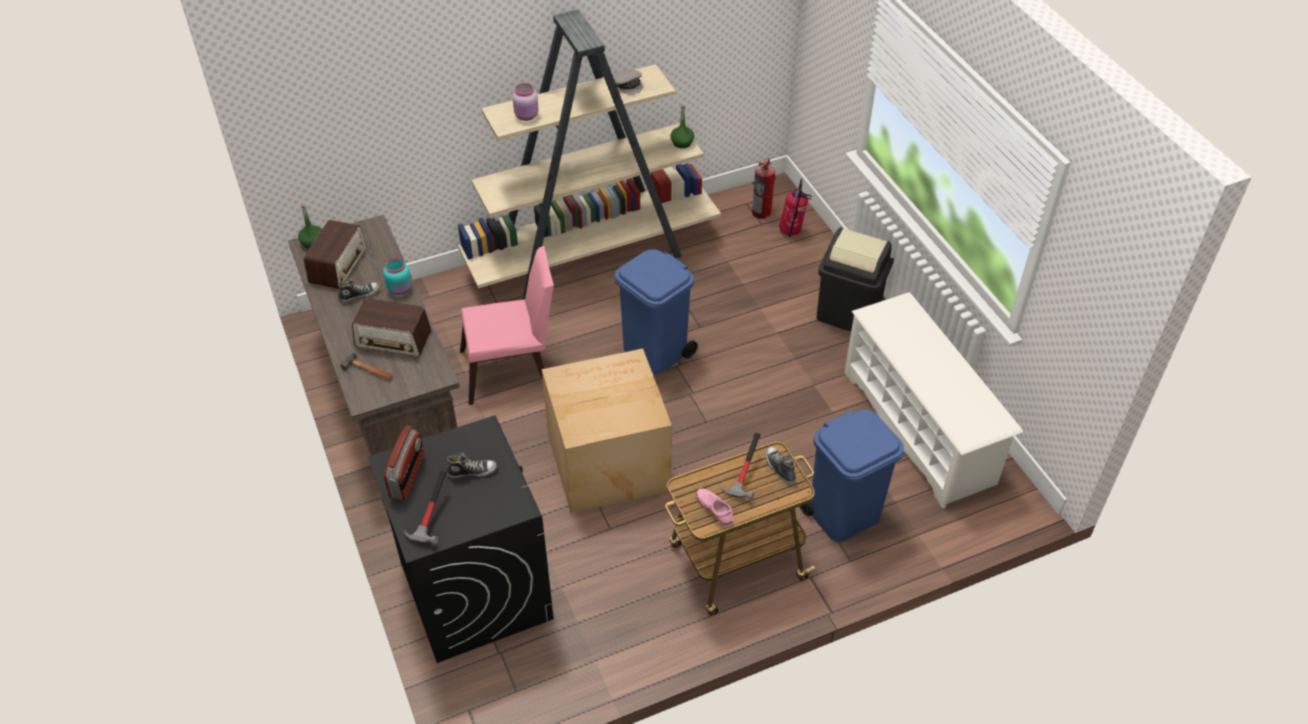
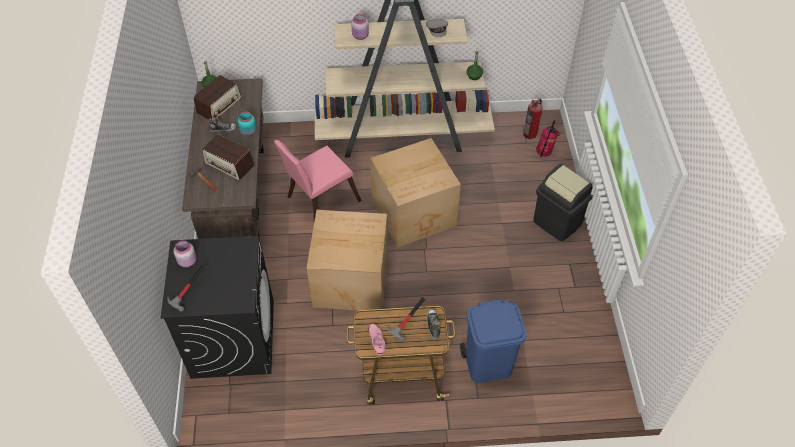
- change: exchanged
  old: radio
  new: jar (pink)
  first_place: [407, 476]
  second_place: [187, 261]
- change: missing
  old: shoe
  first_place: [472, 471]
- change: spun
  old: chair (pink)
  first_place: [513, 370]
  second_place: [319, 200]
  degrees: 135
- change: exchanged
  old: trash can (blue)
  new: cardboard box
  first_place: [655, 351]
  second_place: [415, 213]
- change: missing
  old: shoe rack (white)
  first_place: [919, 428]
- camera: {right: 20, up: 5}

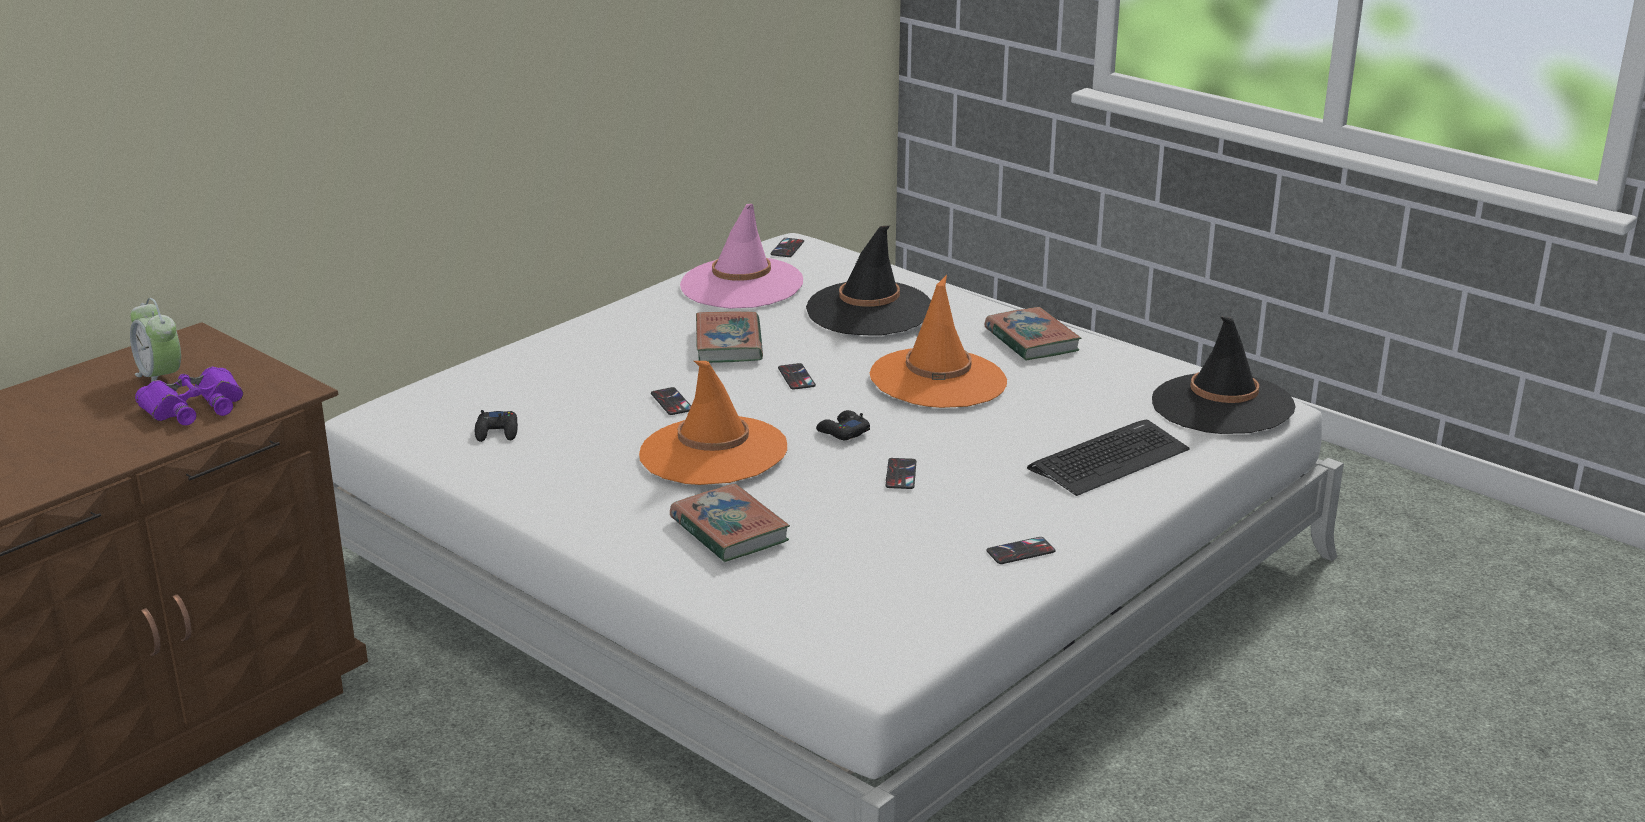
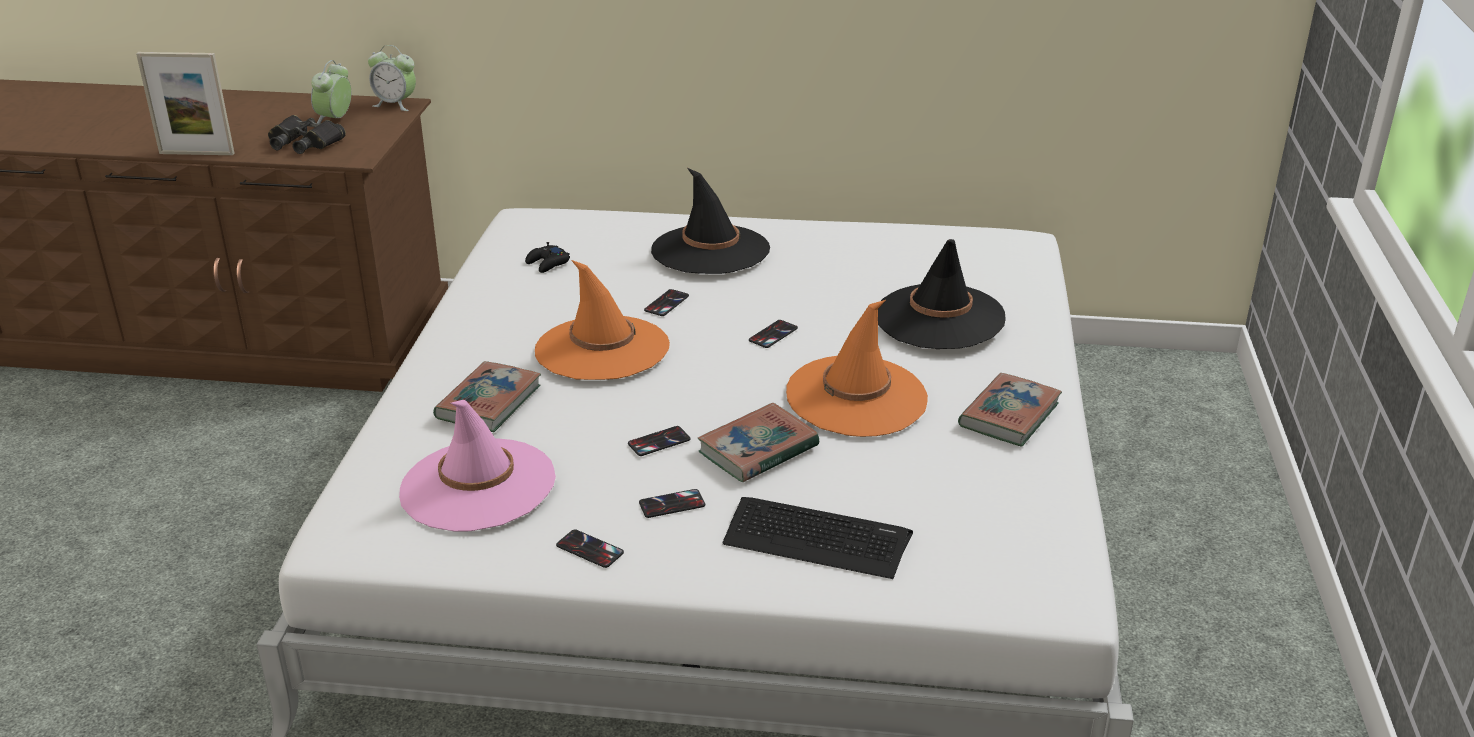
- change: colour
  old: binoculars (purple)
  new: binoculars (black)
  first_place: [194, 407]
  second_place: [304, 143]
- change: relocated
  old: hat (pink)
  first_place: [741, 284]
  second_place: [477, 486]
- change: relocated
  old: book
  first_place: [729, 343]
  second_place: [758, 449]
- change: relocated
  old: phone
  first_place: [787, 248]
  second_place: [672, 504]
- change: missing
  old: game controller (black)
  first_place: [842, 432]
- change: relocated
  old: hat (black)
  first_place: [1222, 405]
  second_place: [710, 250]
- change: appeared
  new: picture frame
  second_place: [196, 153]
- change: appeared
  new: alarm clock
  second_place: [395, 104]
- camera: {right: 55, up: 5}

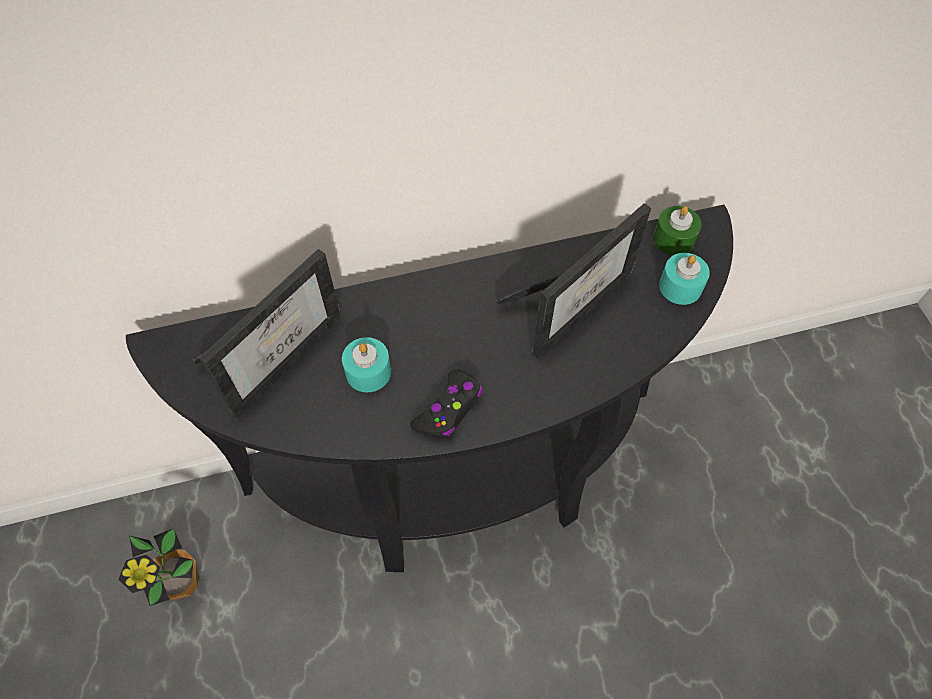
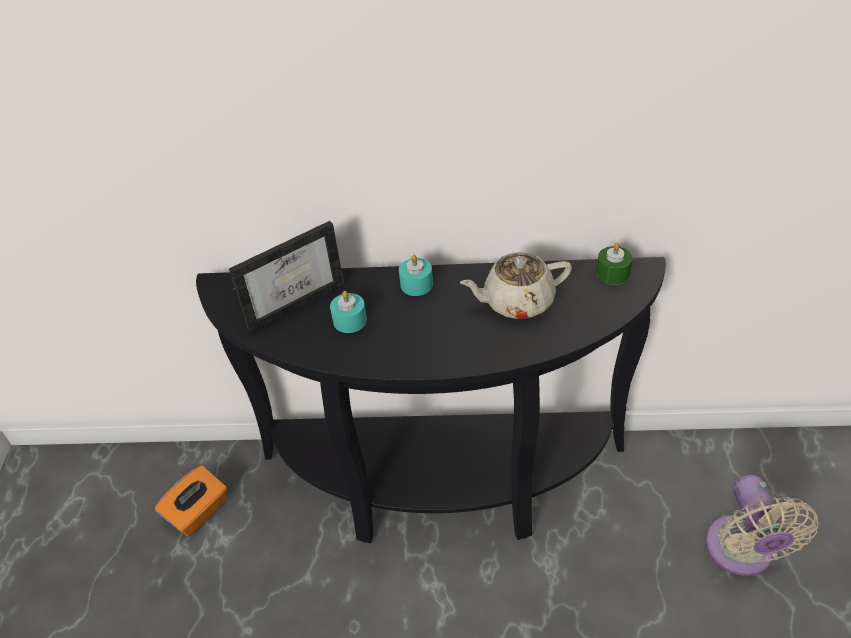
- change: exchanged
  old: potted plant
  new: tissue box (orange)
  first_place: [183, 584]
  second_place: [198, 513]
- change: missing
  old: game controller (black)
  first_place: [449, 409]
- change: exchanged
  old: picture frame
  new: teapot (beige)
  first_place: [573, 303]
  second_place: [517, 302]
- change: relocated
  old: candle (turquoise)
  first_place: [680, 286]
  second_place: [416, 284]
- change: appeared
  new: fan (beige)
  second_place: [742, 553]
- camera: {right: 20, up: -15}

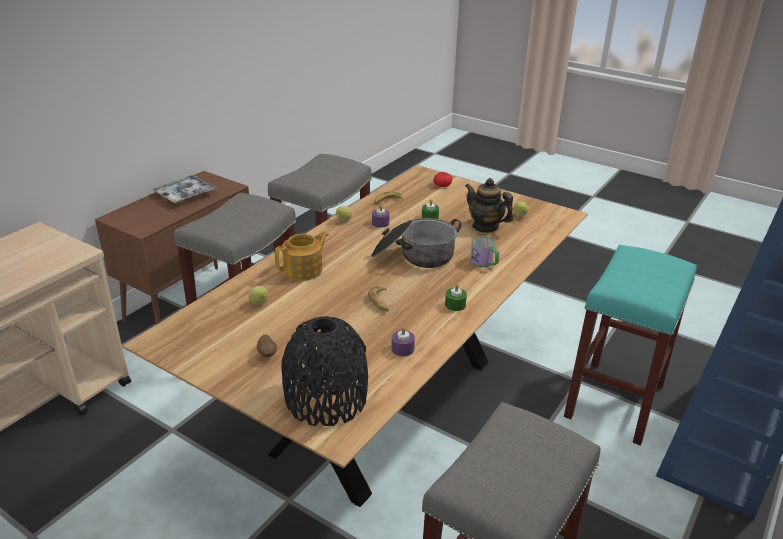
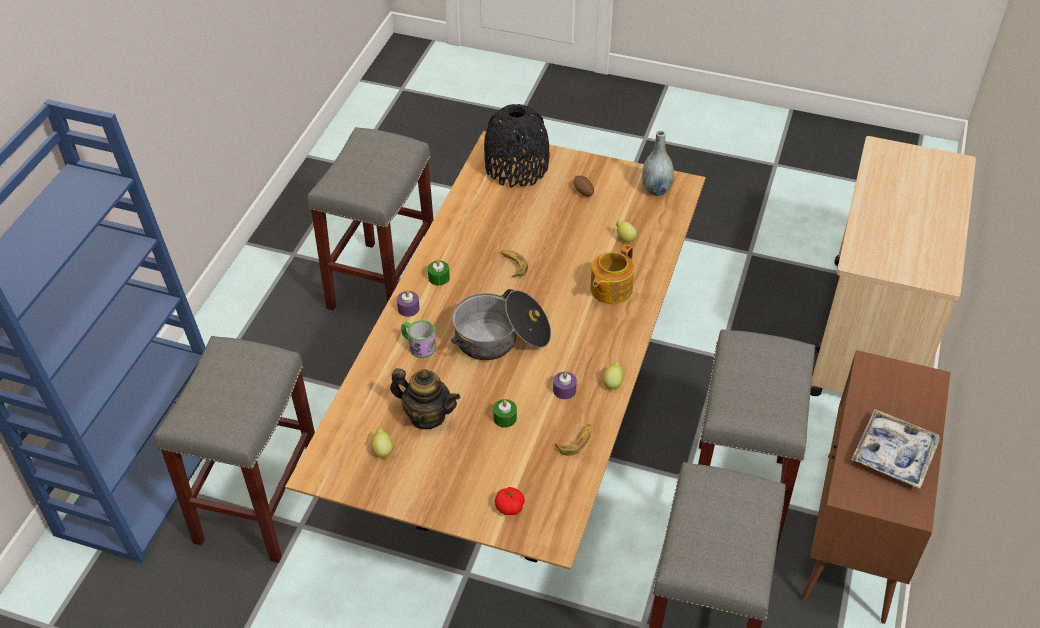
- change: relocated
  old: candle (purple)
  first_place: [402, 349]
  second_place: [408, 308]
- change: colour
  old: stool (turquoise)
  new: stool (grey)
  first_place: [615, 402]
  second_place: [259, 502]
- change: appeared
  new: vase (grey)
  second_place: [656, 190]
- camera: {right: 165, up: 15}

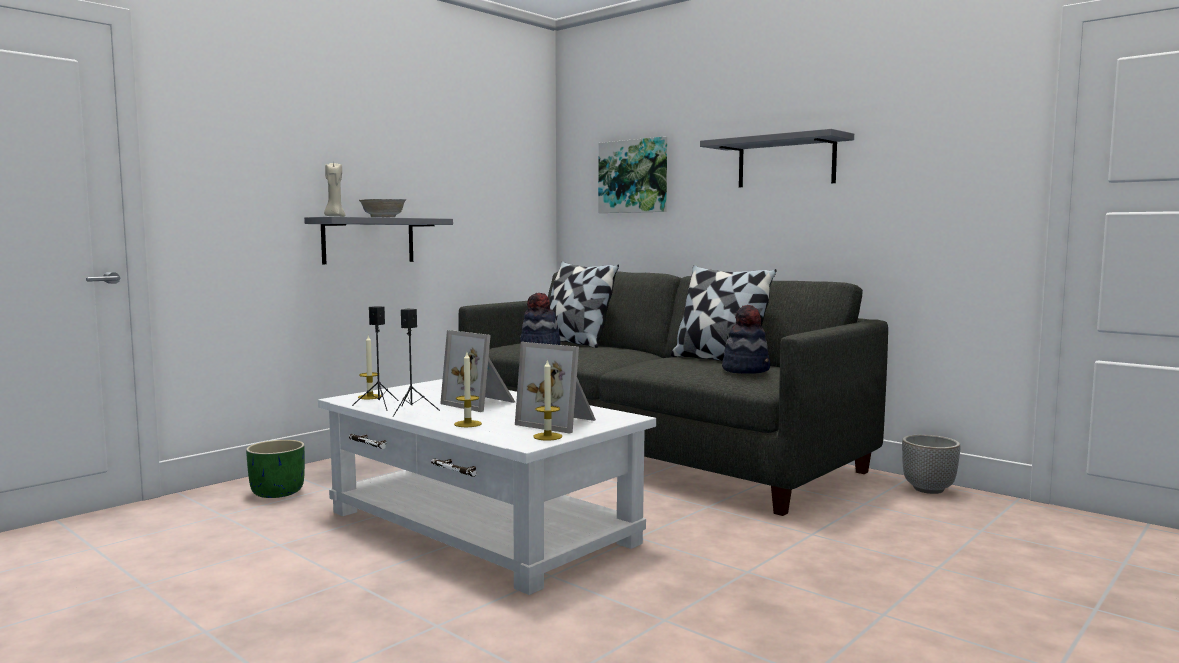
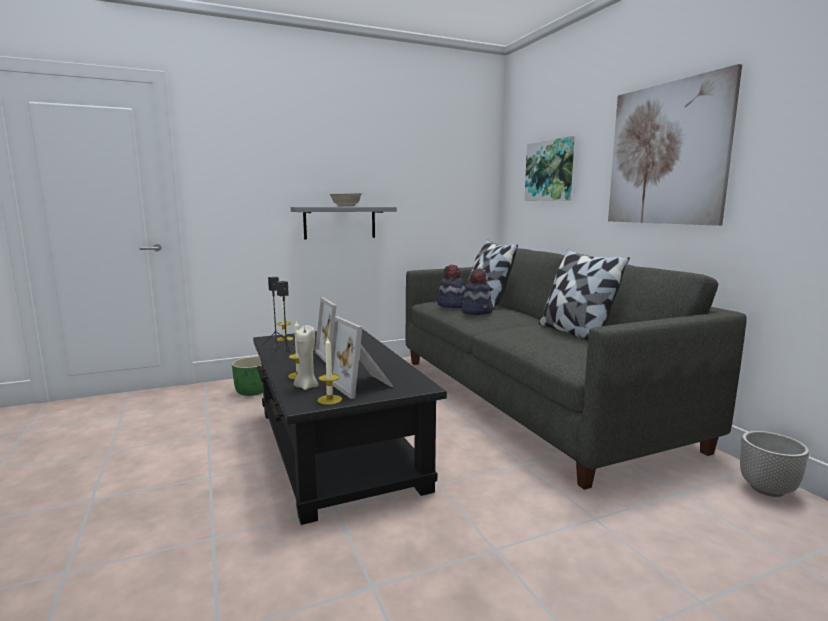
- change: colour
  old: coffee table (white)
  new: coffee table (black)
  first_place: [480, 527]
  second_place: [336, 447]
- change: relocated
  old: candle (beige)
  first_place: [334, 216]
  second_place: [306, 386]
- change: exchanged
  old: shelf (grey)
  new: picture
  first_place: [786, 162]
  second_place: [666, 154]
- change: relocated
  old: hat
  first_place: [746, 370]
  second_place: [477, 312]
- camera: {right: 25, up: 5}

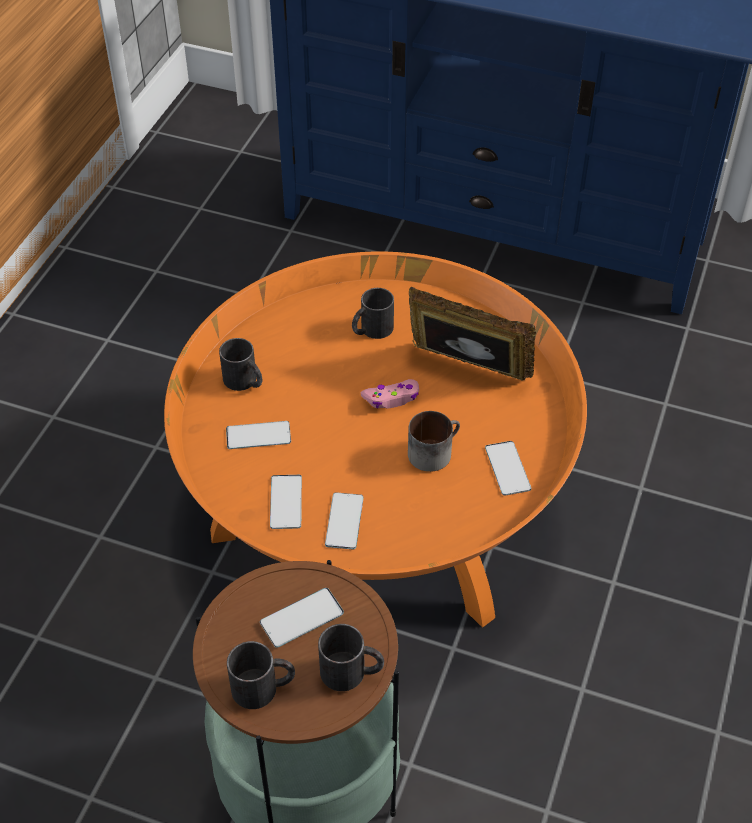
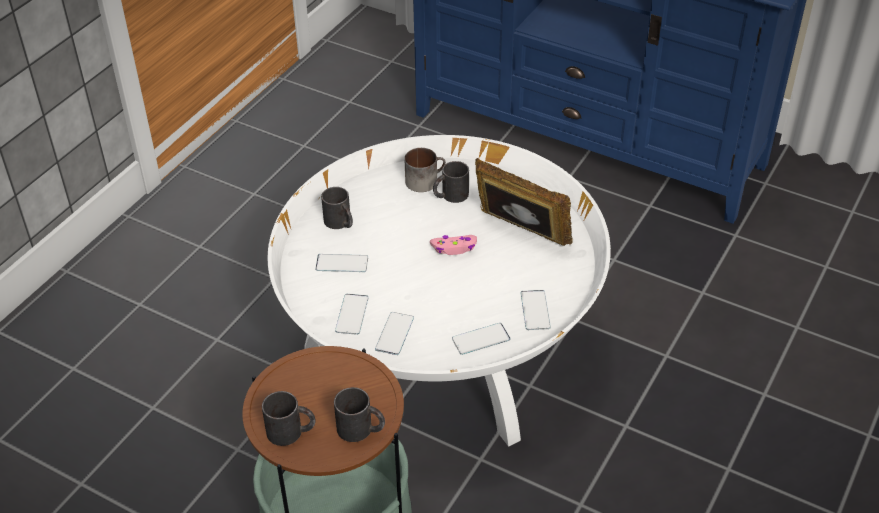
- change: colour
  old: coffee table (orange)
  new: coffee table (white)
  first_place: [375, 513]
  second_place: [440, 349]
- change: relocated
  old: phone
  first_place: [302, 618]
  second_place: [481, 339]
- change: relocated
  old: mug
  first_place: [433, 451]
  second_place: [424, 180]
- camera: {right: 10, up: -5}

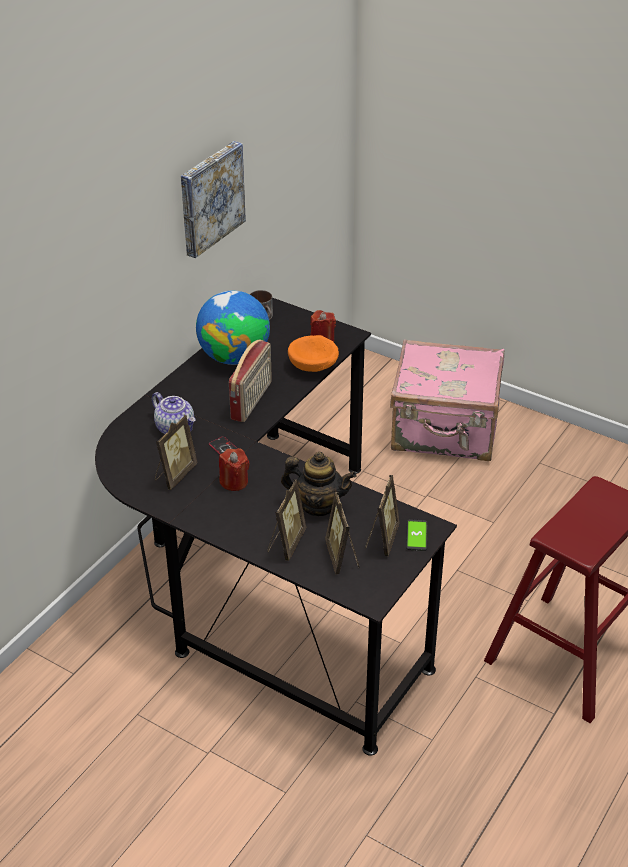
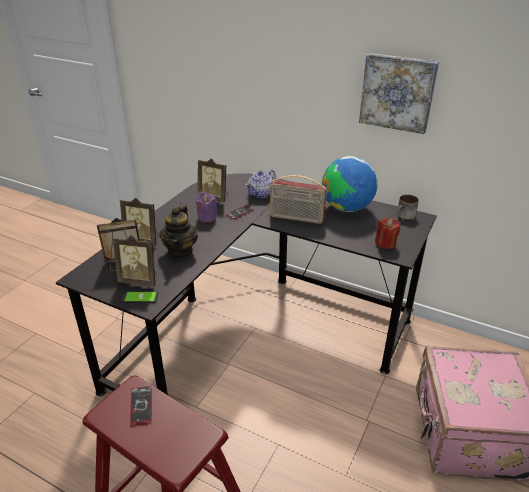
- change: colour
  old: candle (red)
  new: candle (purple)
  first_place: [234, 482]
  second_place: [207, 217]
- change: missing
  old: bowl (orange)
  first_place: [314, 367]
- change: appeared
  new: phone
  second_place: [141, 405]
- camera: {right: 85, up: -5}

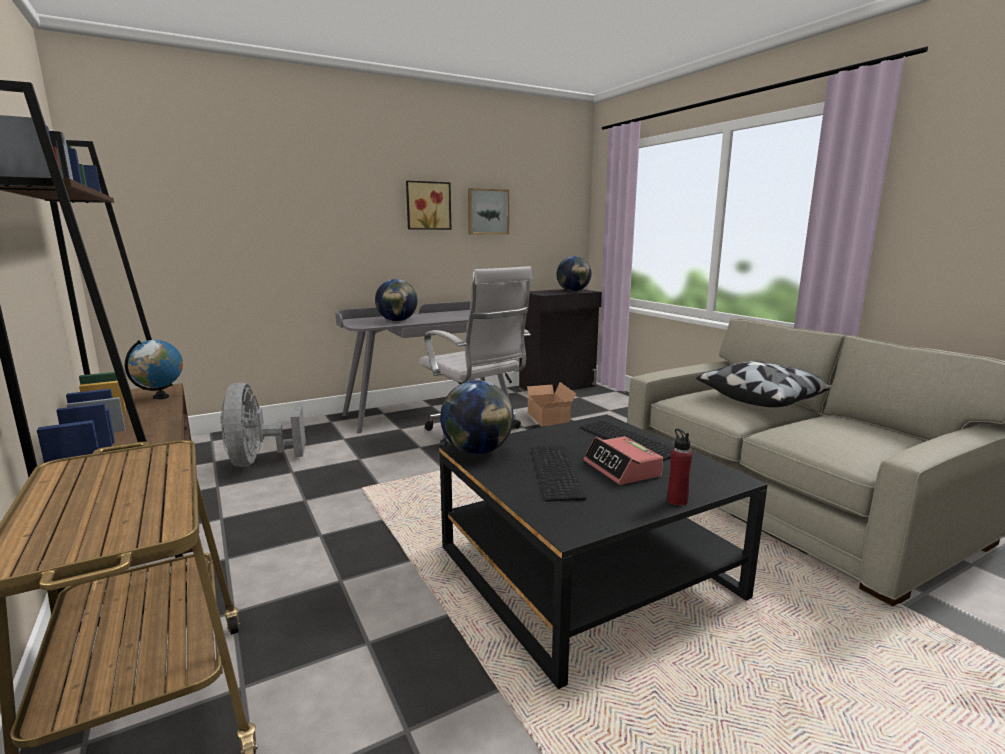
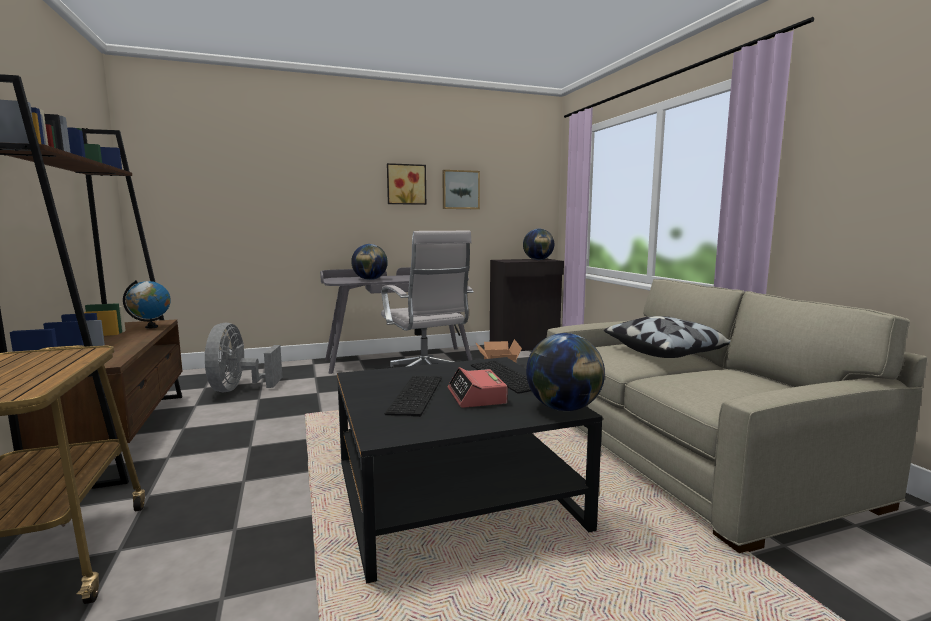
- change: relocated
  old: globe
  first_place: [477, 451]
  second_place: [563, 408]
- change: missing
  old: bottle (red)
  first_place: [677, 500]
- camera: {right: 10, up: -5}

